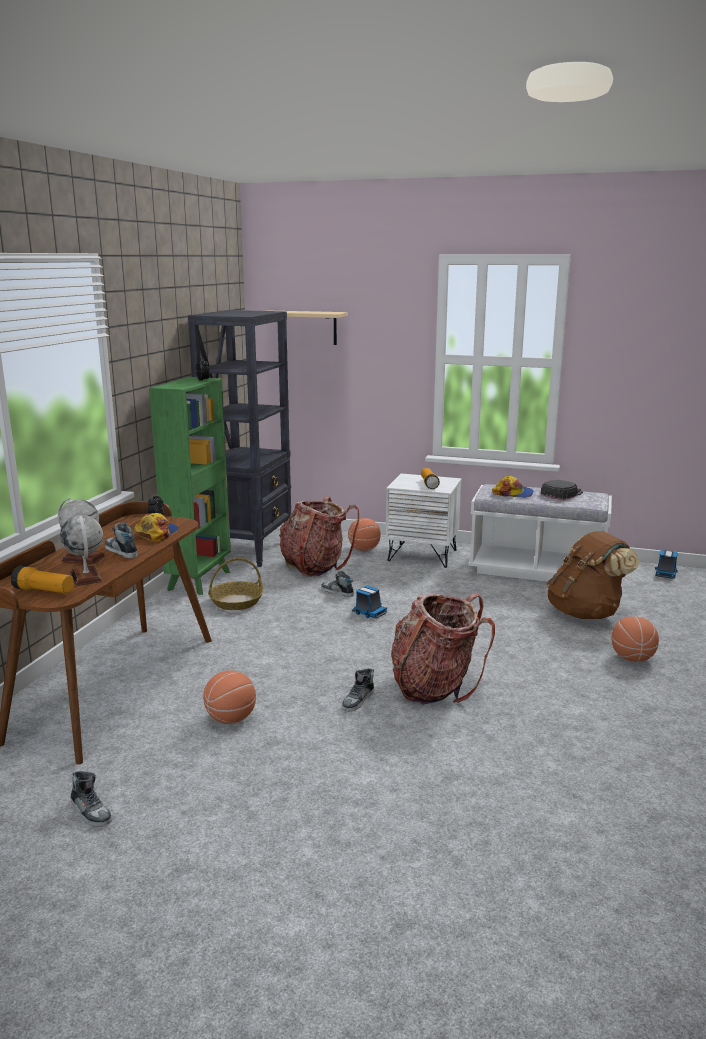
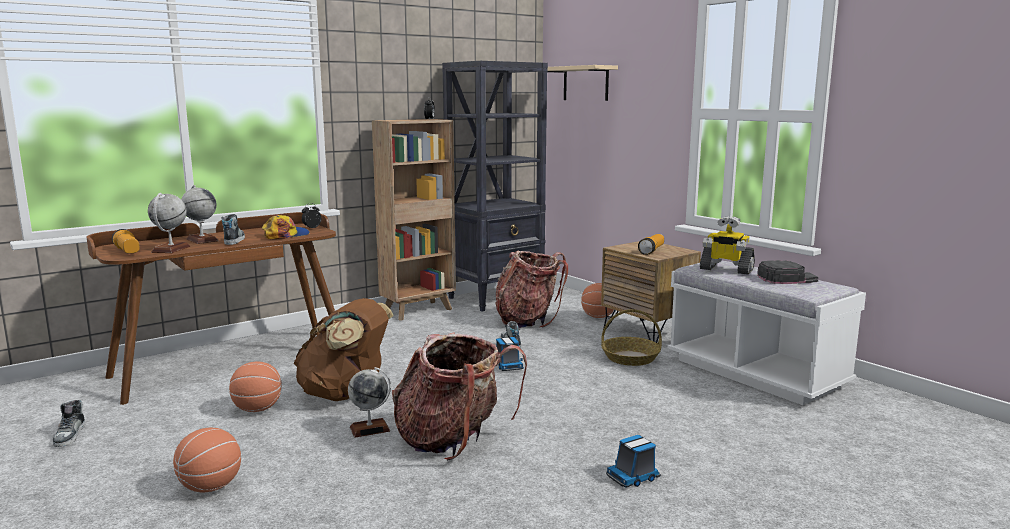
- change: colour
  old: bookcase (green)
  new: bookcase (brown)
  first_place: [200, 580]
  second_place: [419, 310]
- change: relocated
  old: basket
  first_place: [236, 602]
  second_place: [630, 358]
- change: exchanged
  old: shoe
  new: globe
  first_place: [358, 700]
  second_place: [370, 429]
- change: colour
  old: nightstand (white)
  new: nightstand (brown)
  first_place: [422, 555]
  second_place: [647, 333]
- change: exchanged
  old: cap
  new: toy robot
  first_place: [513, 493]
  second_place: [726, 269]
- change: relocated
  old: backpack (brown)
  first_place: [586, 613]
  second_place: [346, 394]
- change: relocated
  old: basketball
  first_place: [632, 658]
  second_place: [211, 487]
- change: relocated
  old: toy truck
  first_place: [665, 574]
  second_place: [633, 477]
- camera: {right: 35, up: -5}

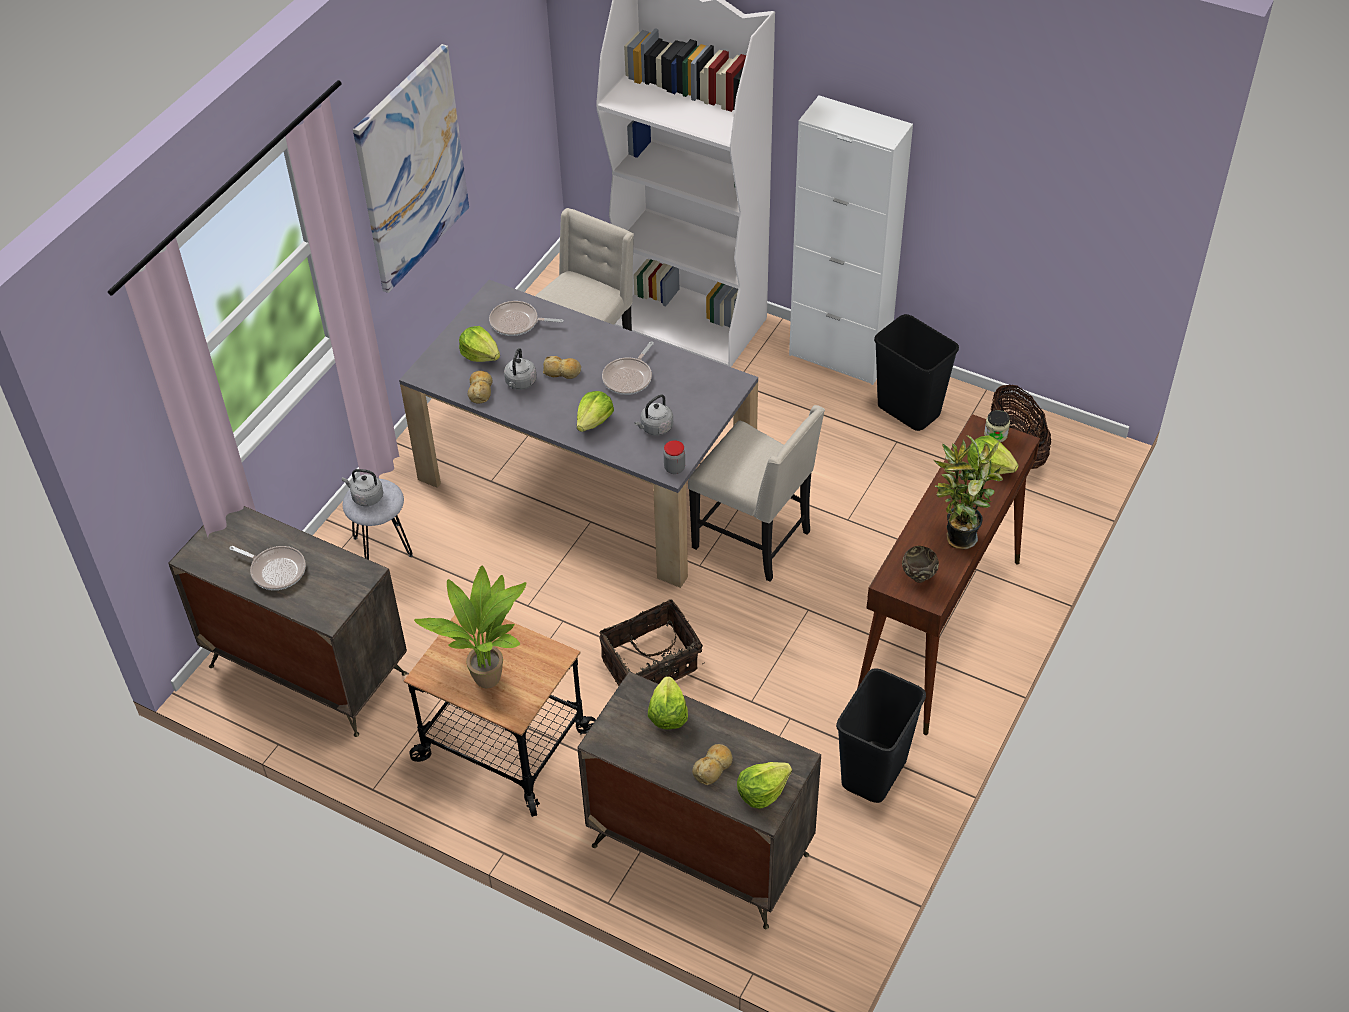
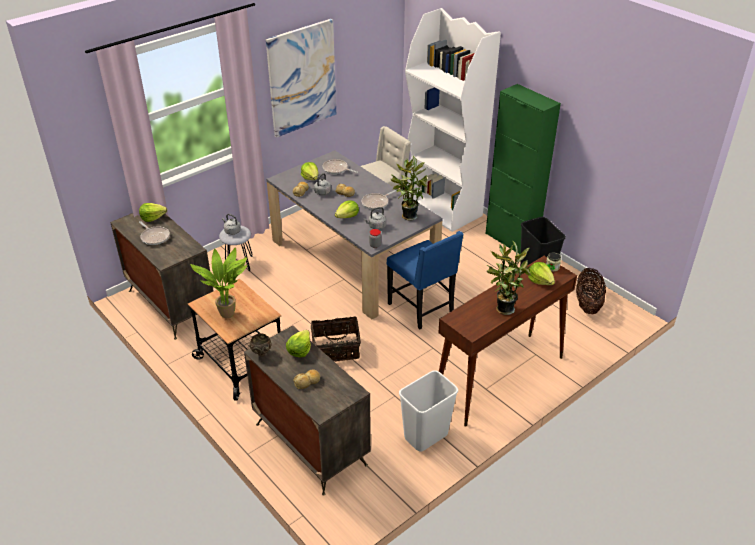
- change: colour
  old: chair (beige)
  new: chair (blue)
  first_place: [754, 539]
  second_place: [422, 308]
- change: relocated
  old: lettuce
  first_place: [762, 791]
  second_place: [153, 217]
- change: colour
  old: cabinet (white)
  new: cabinet (green)
  first_place: [839, 357]
  second_place: [511, 240]
- change: colour
  old: trash can (black)
  new: trash can (white)
  first_place: [874, 774]
  second_place: [426, 436]
- change: relocated
  old: bowl (brown)
  first_place: [917, 577]
  second_place: [261, 353]
- change: appeared
  new: potted plant
  second_place: [407, 216]
- camera: {right: 20, up: -10}

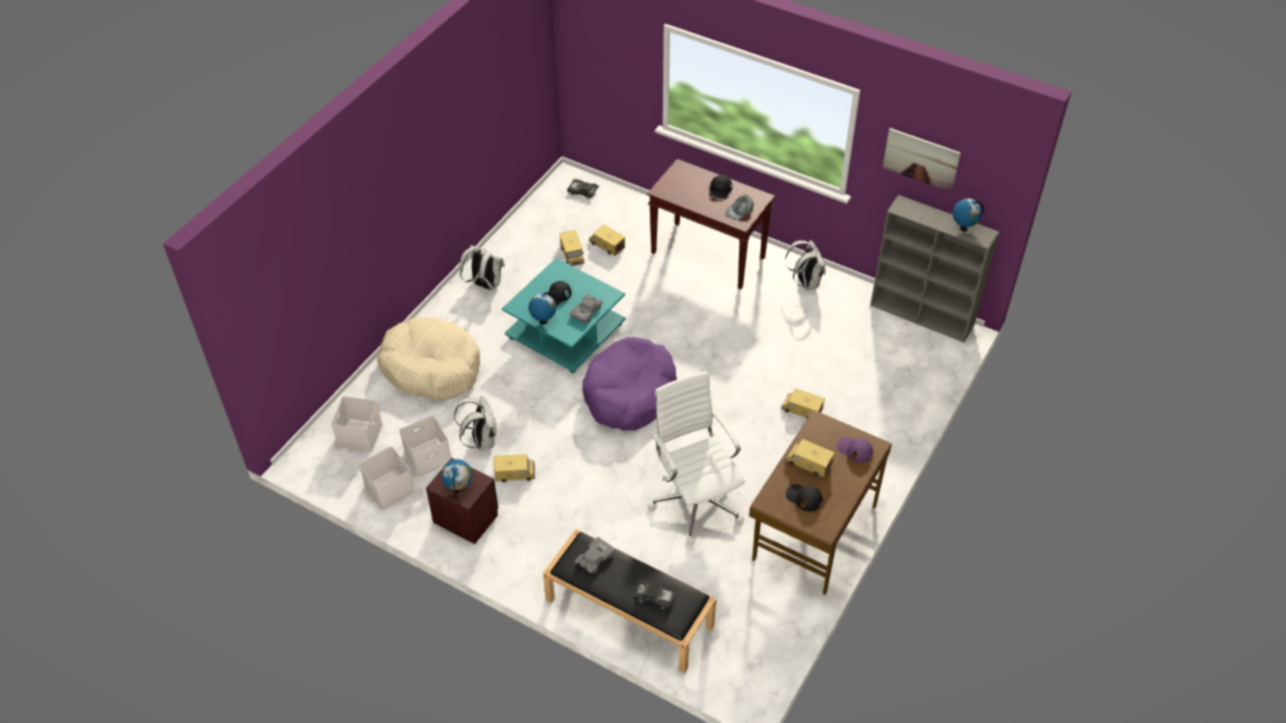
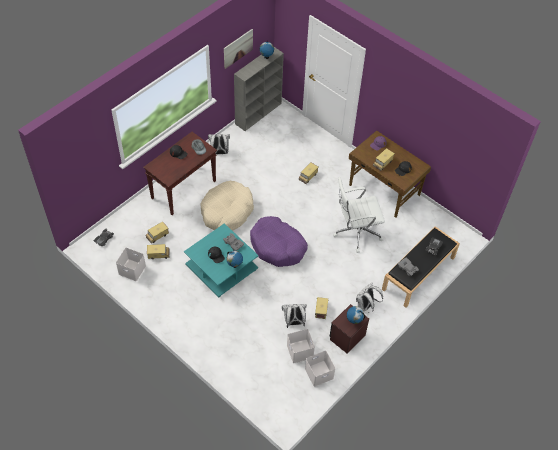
- change: relocated
  old: storage box (white)
  first_place: [359, 434]
  second_place: [131, 270]
- change: relocated
  old: dog bed (beige)
  first_place: [431, 368]
  second_place: [227, 211]
- change: relocated
  old: backpack (white)
  first_place: [485, 285]
  second_place: [366, 306]
- camera: {right: -80, up: 5}

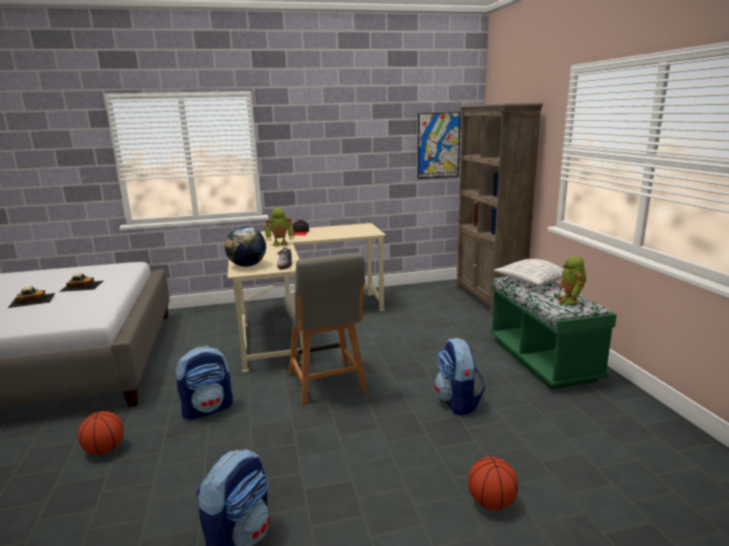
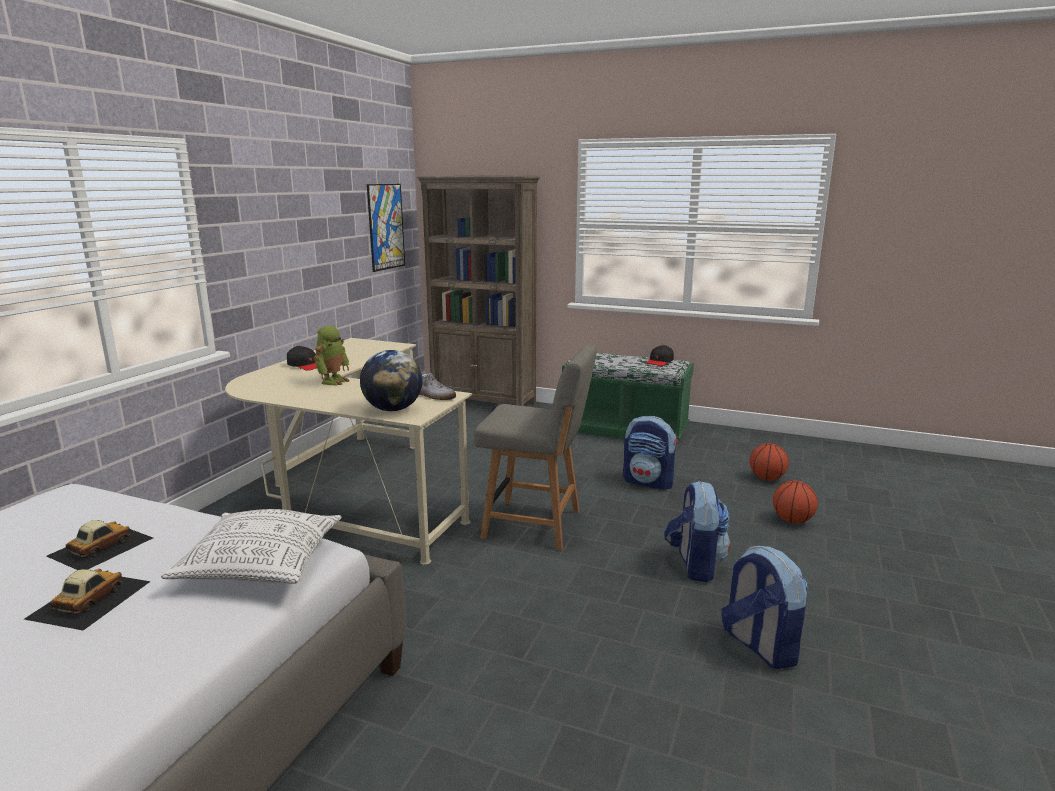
- change: relocated
  old: basketball
  first_place: [104, 449]
  second_place: [766, 478]
- change: relocated
  old: backpack
  first_place: [208, 409]
  second_place: [695, 565]
- change: relocated
  old: pillow
  first_place: [532, 281]
  second_place: [260, 566]
- change: exchanged
  old: toy robot
  new: cap (black)
  first_place: [570, 300]
  second_place: [659, 362]
- camera: {right: -55, up: 0}

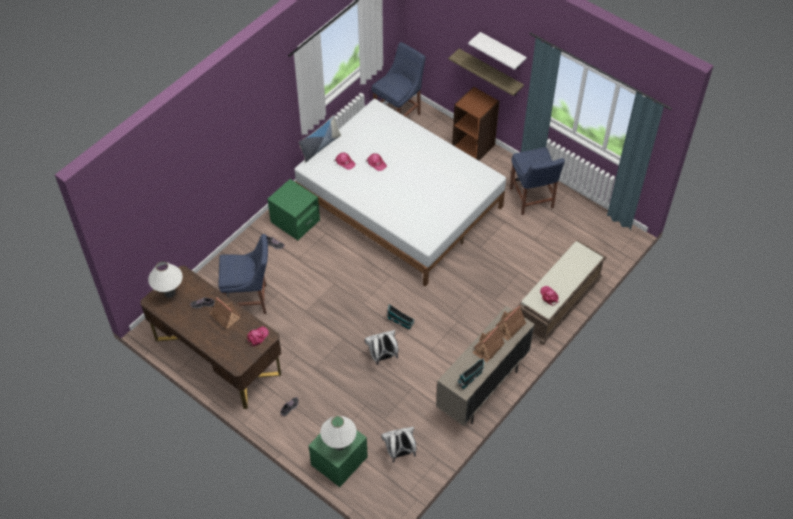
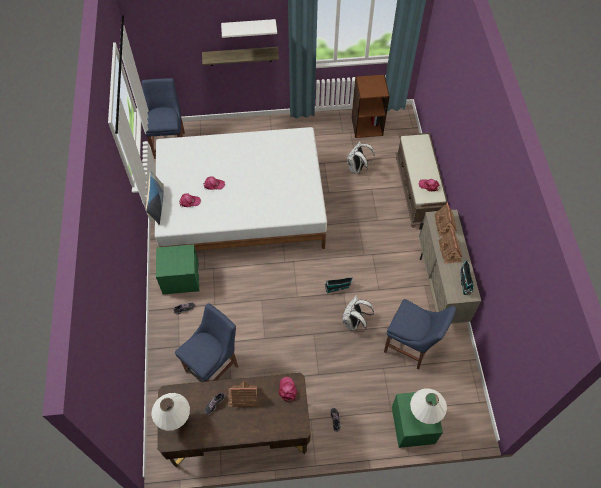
- change: relocated
  old: backpack (white)
  first_place: [400, 453]
  second_place: [357, 168]
- change: relocated
  old: bookcase (brown)
  first_place: [473, 146]
  second_place: [367, 126]
- change: relocated
  old: chair (blue)
  first_place: [532, 200]
  second_place: [410, 347]
- camera: {right: -45, up: 5}

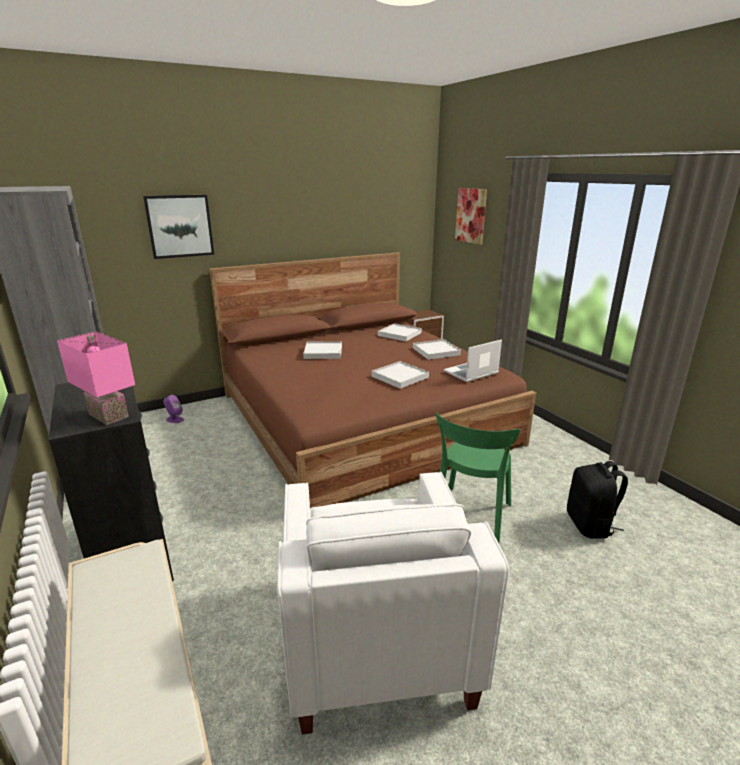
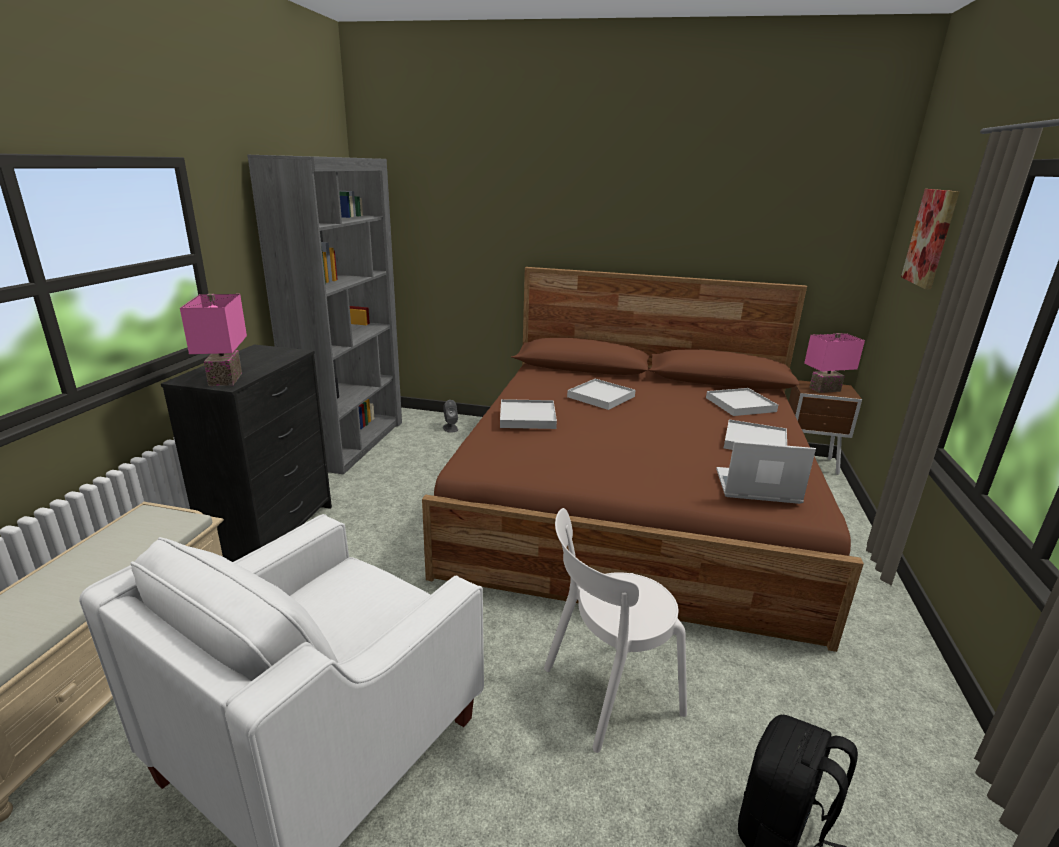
- change: missing
  old: picture
  first_place: [180, 226]
- change: colour
  old: speaker (purple)
  new: speaker (grey)
  first_place: [174, 419]
  second_place: [450, 428]
- change: relocated
  old: tray (white)
  first_place: [400, 377]
  second_place: [527, 417]
- change: colour
  old: chair (green)
  new: chair (white)
  first_place: [470, 516]
  second_place: [606, 692]
- change: appeared
  new: table lamp (pink)
  second_place: [825, 390]
- camera: {right: 40, up: 0}

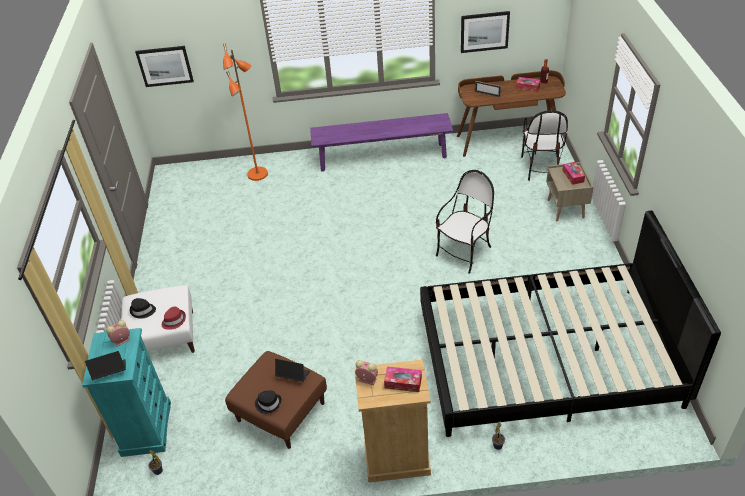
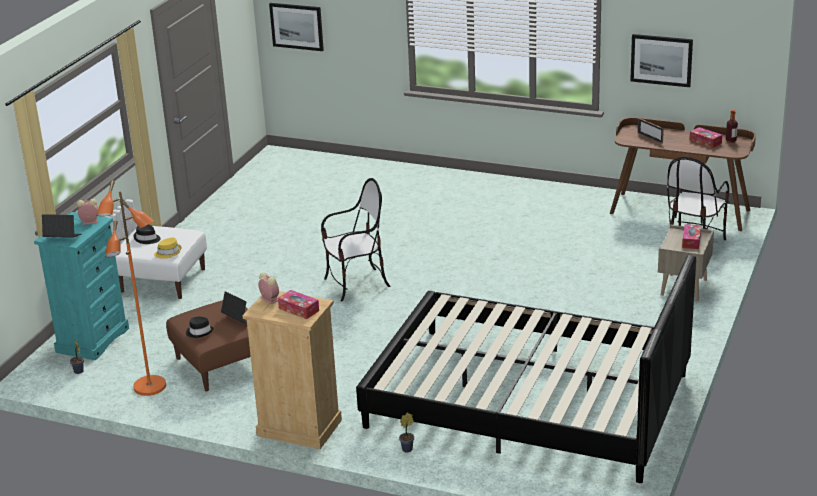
- change: colour
  old: hat (red)
  new: hat (yellow)
  first_place: [174, 320]
  second_place: [168, 252]
- change: relocated
  old: floor lamp (orange)
  first_place: [258, 174]
  second_place: [150, 387]
- change: missing
  old: bench (purple)
  first_place: [382, 157]
- change: relocated
  old: chair
  first_place: [464, 253]
  second_place: [356, 284]
- camera: {right: 25, up: -15}

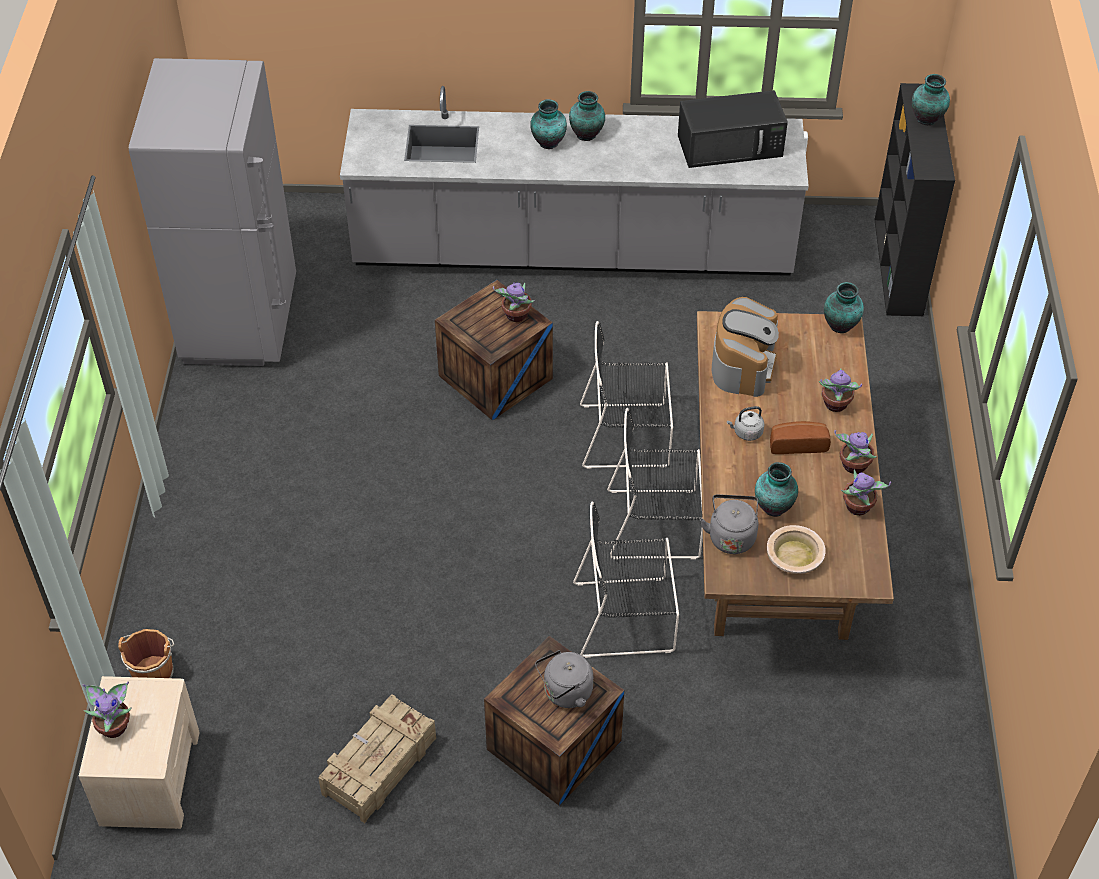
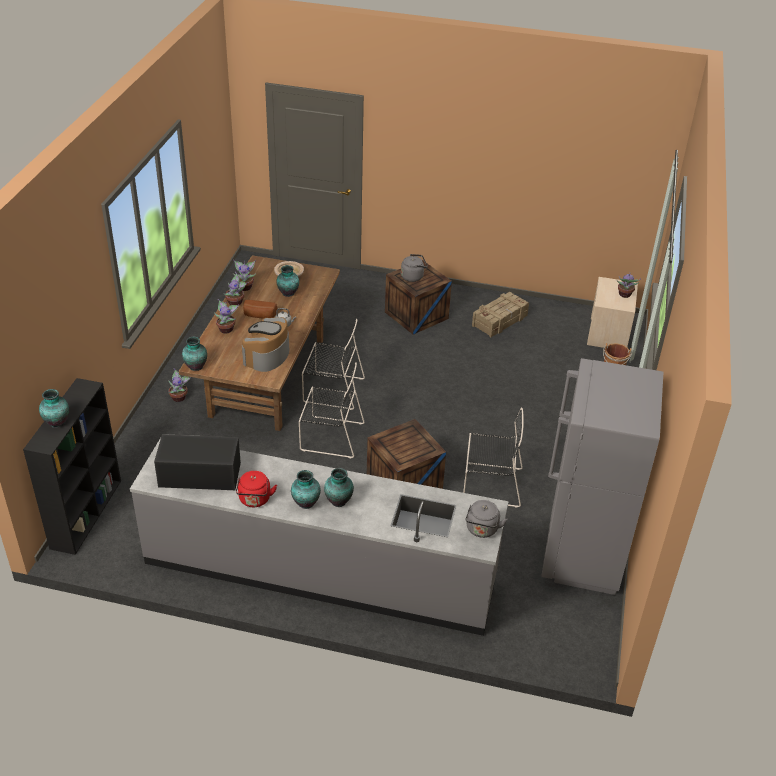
- change: relocated
  old: potted plant
  first_place: [515, 316]
  second_place: [179, 397]
- change: relocated
  old: chair (black)
  first_place: [627, 617]
  second_place: [490, 484]
- change: relocated
  old: kettle (grey)
  first_place: [731, 536]
  second_place: [482, 530]
- change: appeared
  new: kettle (red)
  second_place: [255, 500]
- camera: {right: -170, up: -10}

